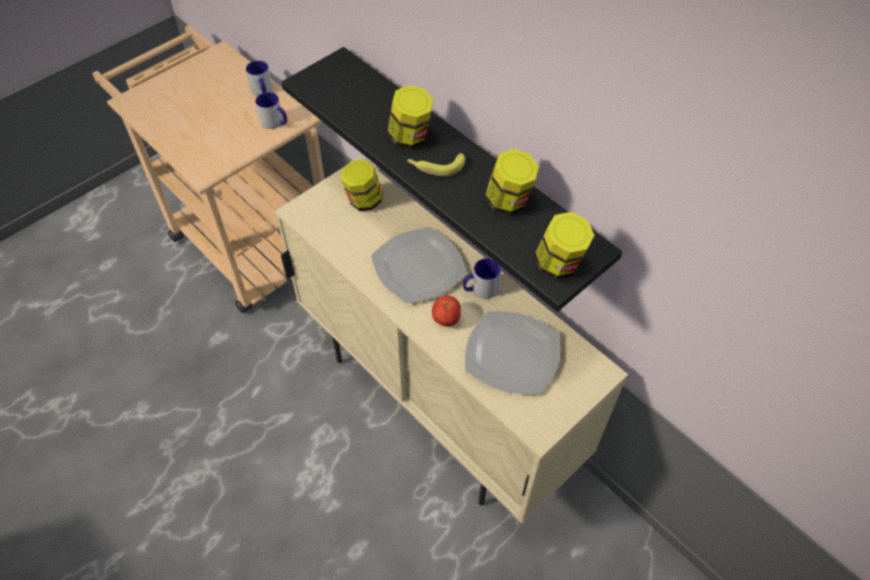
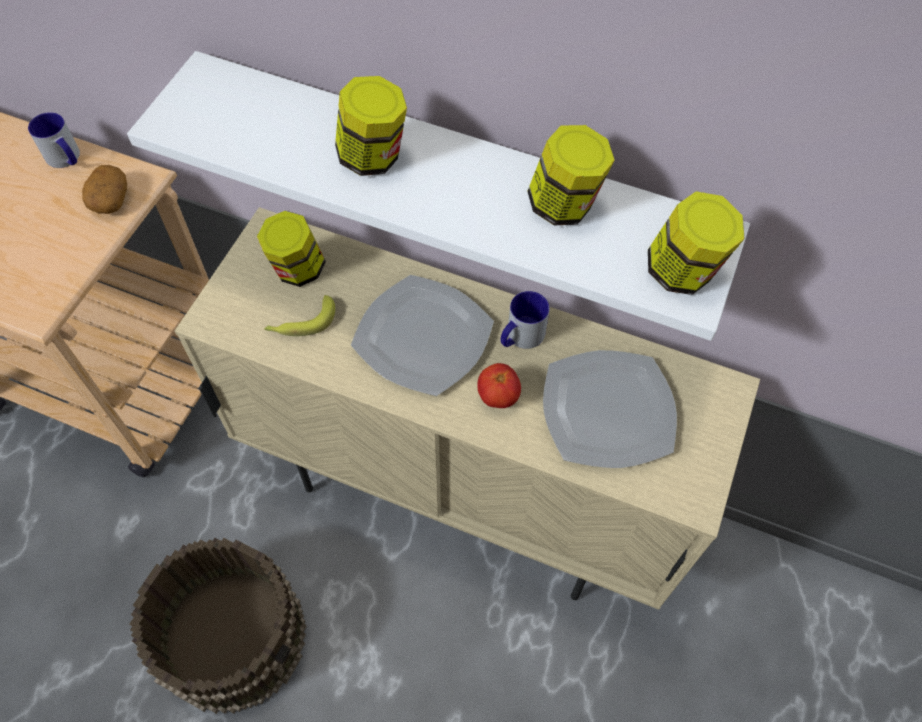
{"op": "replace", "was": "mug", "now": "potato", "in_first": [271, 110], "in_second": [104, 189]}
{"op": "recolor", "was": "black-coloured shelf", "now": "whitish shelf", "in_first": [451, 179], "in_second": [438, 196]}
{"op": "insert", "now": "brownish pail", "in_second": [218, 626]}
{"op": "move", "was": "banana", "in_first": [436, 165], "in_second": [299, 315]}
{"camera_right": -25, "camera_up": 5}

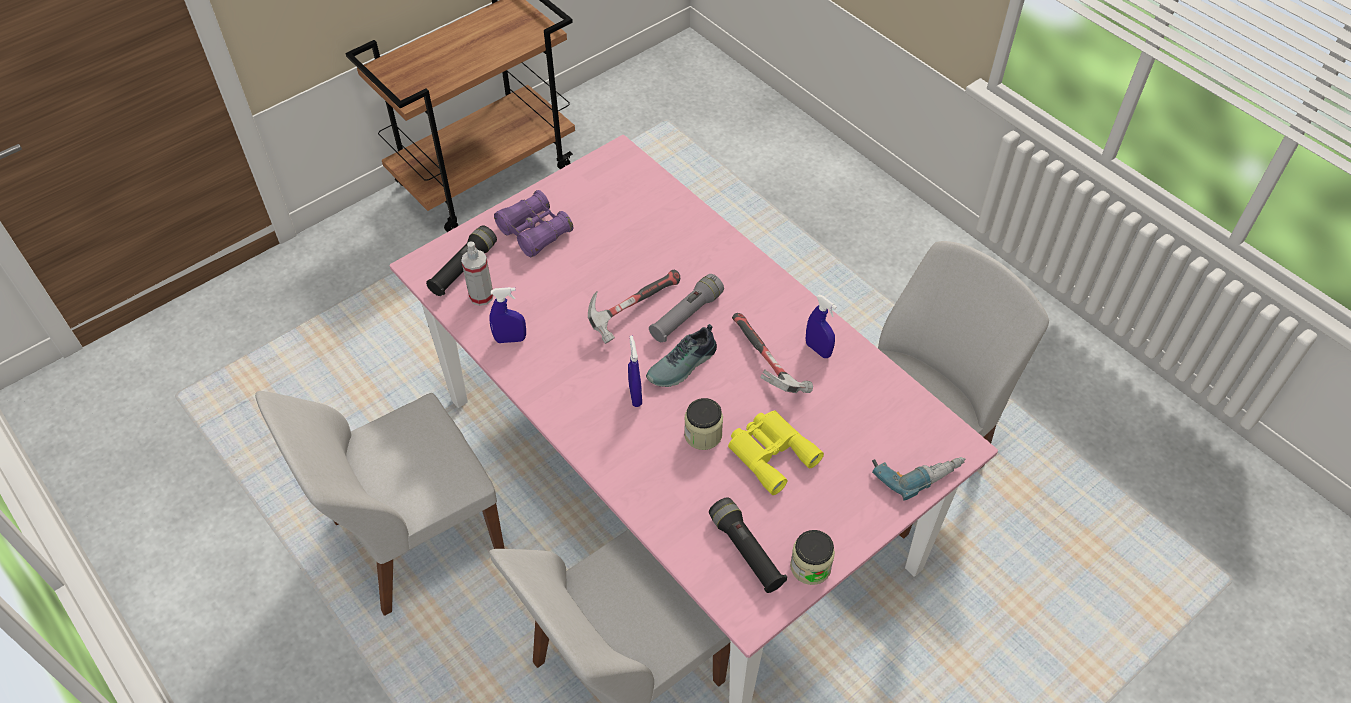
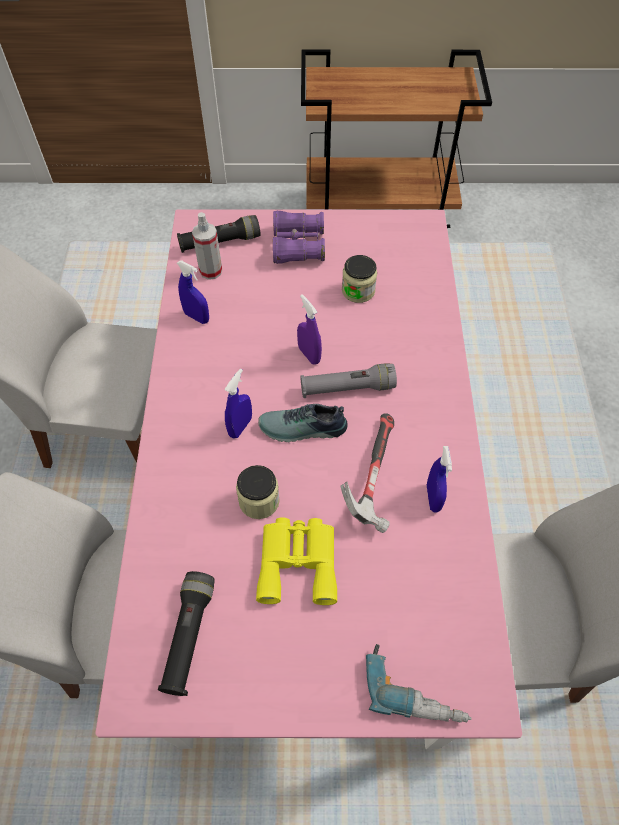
{"op": "replace", "was": "hand hammer", "now": "purple-coloured sprayer", "in_first": [634, 307], "in_second": [309, 329]}
{"op": "move", "was": "storage jar", "in_first": [812, 557], "in_second": [359, 279]}
{"camera_right": 40, "camera_up": 5}

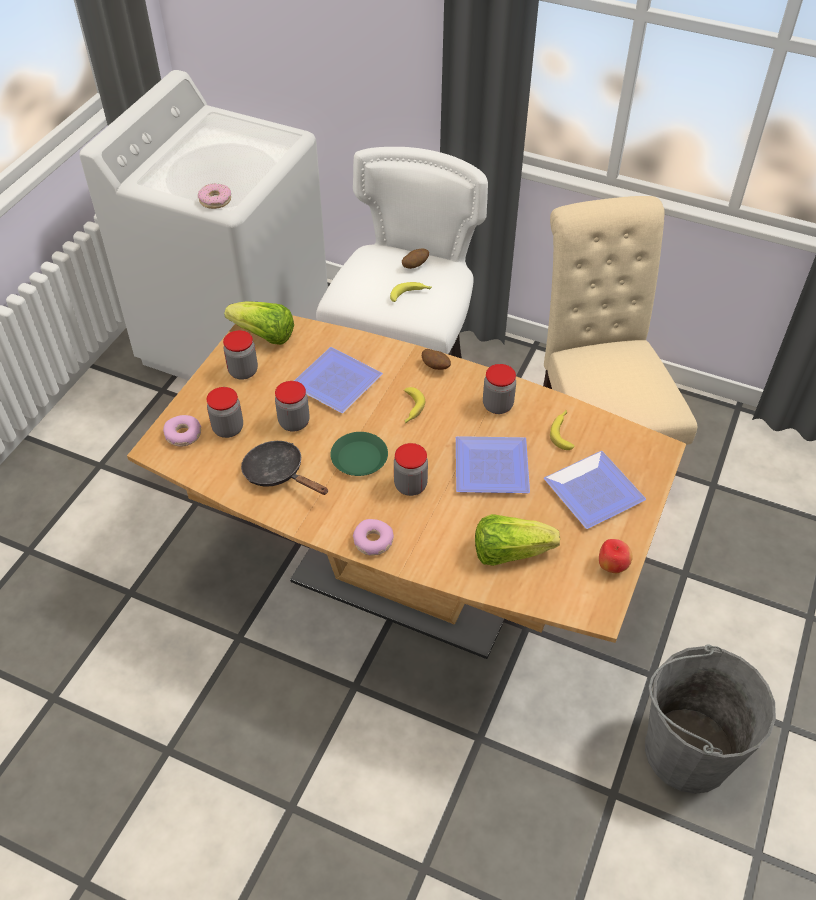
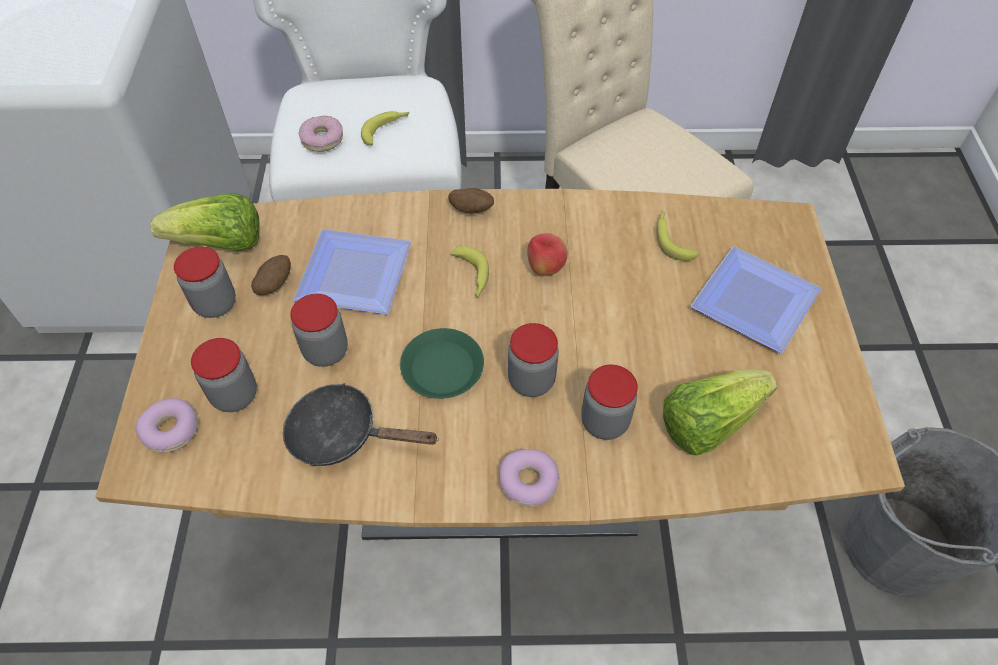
{"op": "move", "was": "potato", "in_first": [415, 258], "in_second": [271, 275]}
{"op": "move", "was": "doughnut", "in_first": [214, 196], "in_second": [321, 134]}
{"op": "move", "was": "whole apple", "in_first": [616, 556], "in_second": [547, 254]}
{"op": "move", "was": "storage jar", "in_first": [499, 389], "in_second": [609, 402]}
{"op": "delete", "was": "flat dish", "in_first": [493, 464]}
{"camera_right": -25, "camera_up": 5}

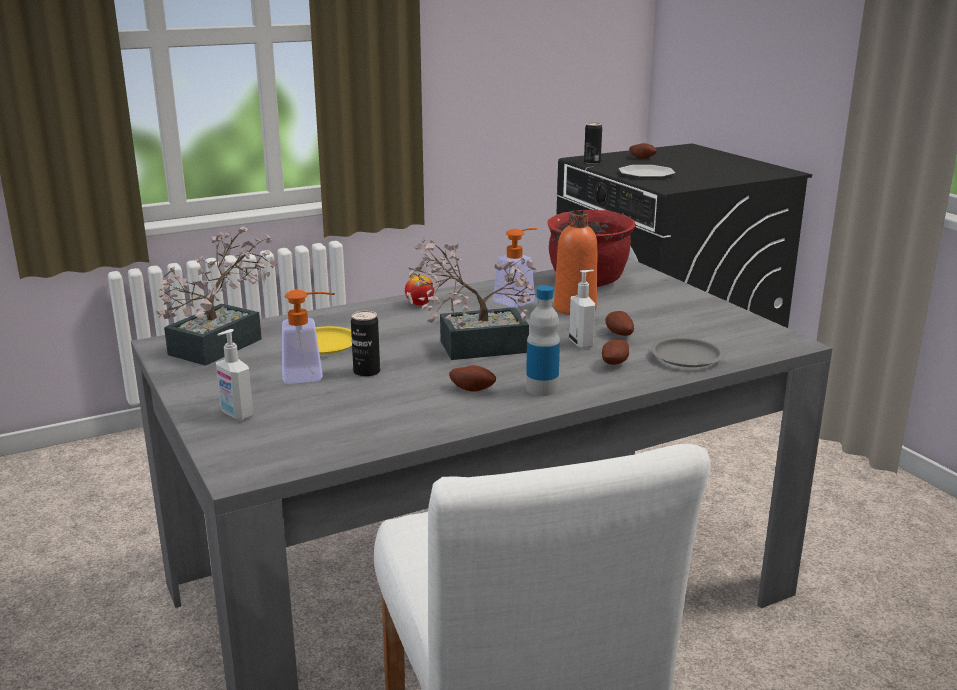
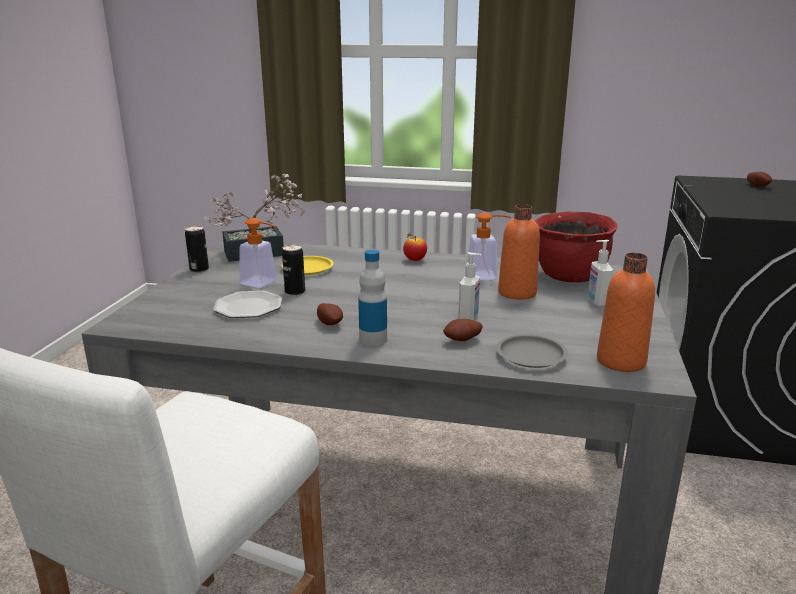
{"op": "move", "was": "metal can", "in_first": [593, 143], "in_second": [197, 249]}
{"op": "move", "was": "flat dish", "in_first": [647, 171], "in_second": [247, 304]}
{"op": "move", "was": "soap dispenser", "in_first": [235, 374], "in_second": [600, 273]}
{"op": "insert", "now": "orange-coloured drink bottle", "in_second": [626, 312]}
{"op": "delete", "was": "houseplant", "in_first": [471, 298]}
{"op": "delete", "was": "potato", "in_first": [619, 323]}
{"camera_right": 40, "camera_up": 0}

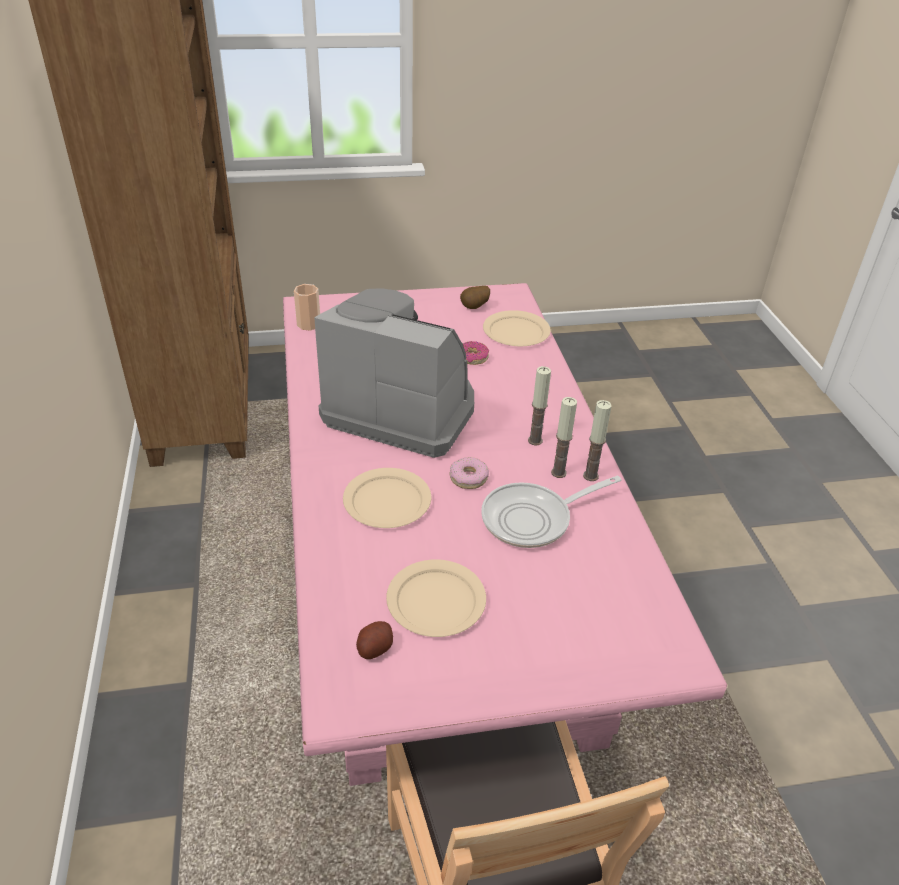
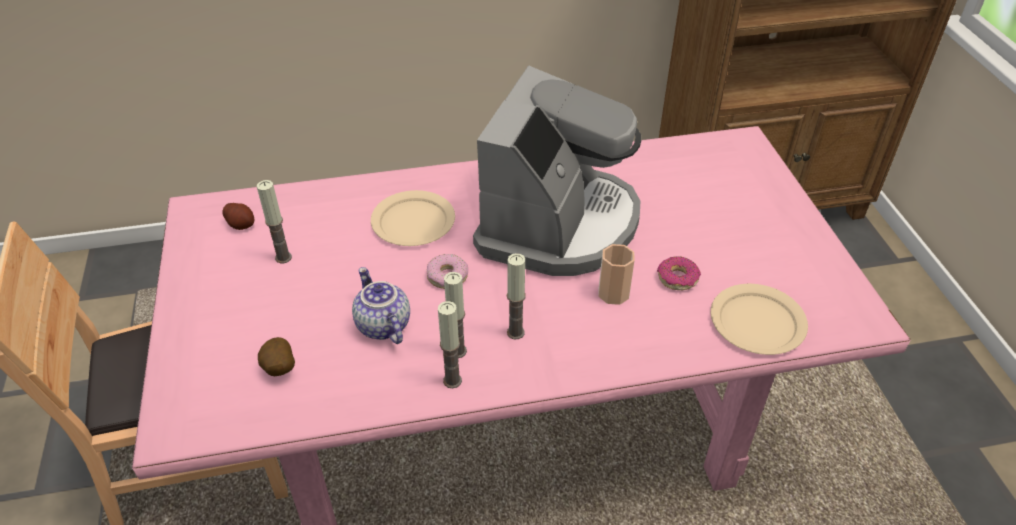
{"op": "replace", "was": "sand-coloured flat dish", "now": "candle", "in_first": [436, 598], "in_second": [274, 221]}
{"op": "move", "was": "potato", "in_first": [475, 297], "in_second": [276, 356]}
{"op": "replace", "was": "pan", "now": "pot for tea", "in_first": [551, 512], "in_second": [381, 305]}
{"op": "move", "was": "drinking cup", "in_first": [307, 307], "in_second": [616, 274]}
{"camera_right": 90, "camera_up": 5}

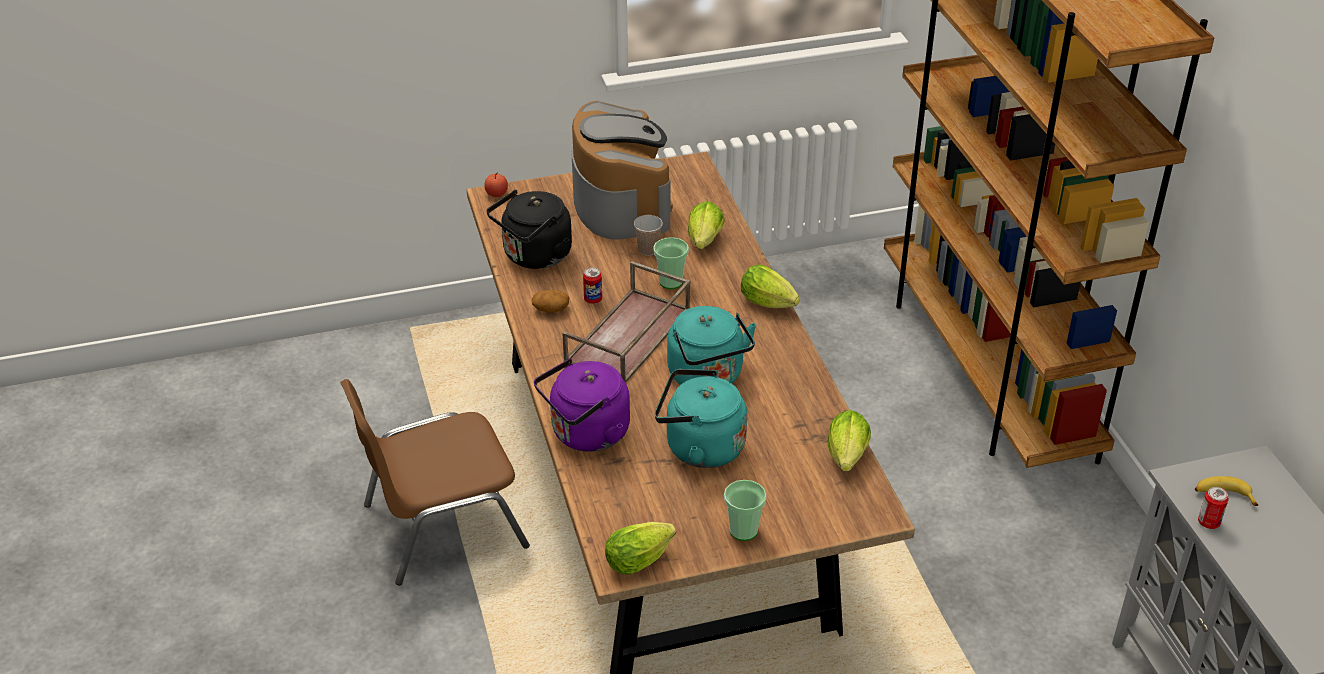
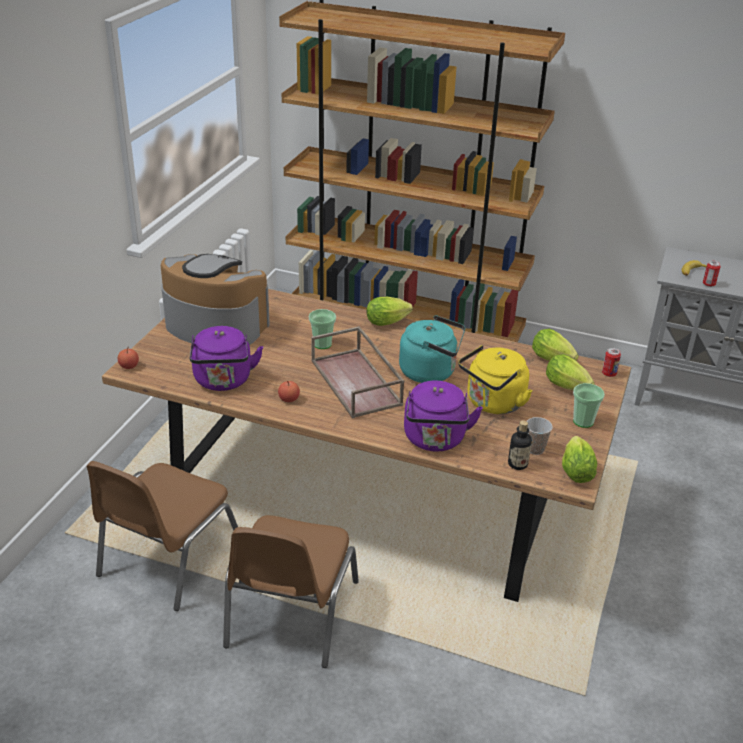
{"op": "insert", "now": "brownish upright chair", "in_second": [162, 536]}
{"op": "recolor", "was": "black-coloured tea kettle", "now": "purple-coloured tea kettle", "in_first": [529, 229], "in_second": [226, 358]}
{"op": "replace", "was": "potato", "now": "whole apple", "in_first": [550, 301], "in_second": [289, 391]}
{"op": "recolor", "was": "turquoise-coloured tea kettle", "now": "yellow-coloured tea kettle", "in_first": [701, 418], "in_second": [495, 379]}
{"op": "insert", "now": "drink bottle", "in_second": [520, 445]}
{"op": "move", "was": "drinking cup", "in_first": [648, 235], "in_second": [540, 436]}
{"op": "move", "was": "lettuce head", "in_first": [706, 225], "in_second": [570, 372]}
{"op": "move", "was": "metal can", "in_first": [592, 286], "in_second": [611, 362]}
{"camera_right": -55, "camera_up": -5}

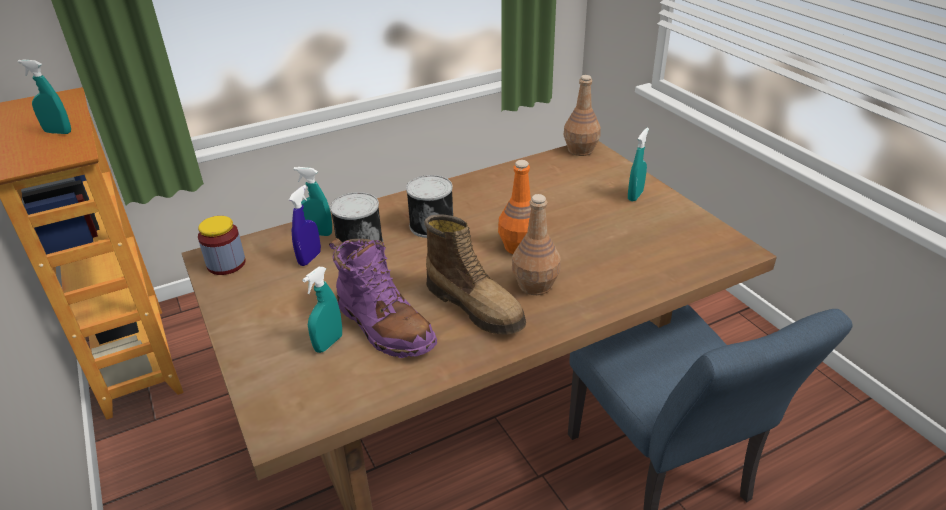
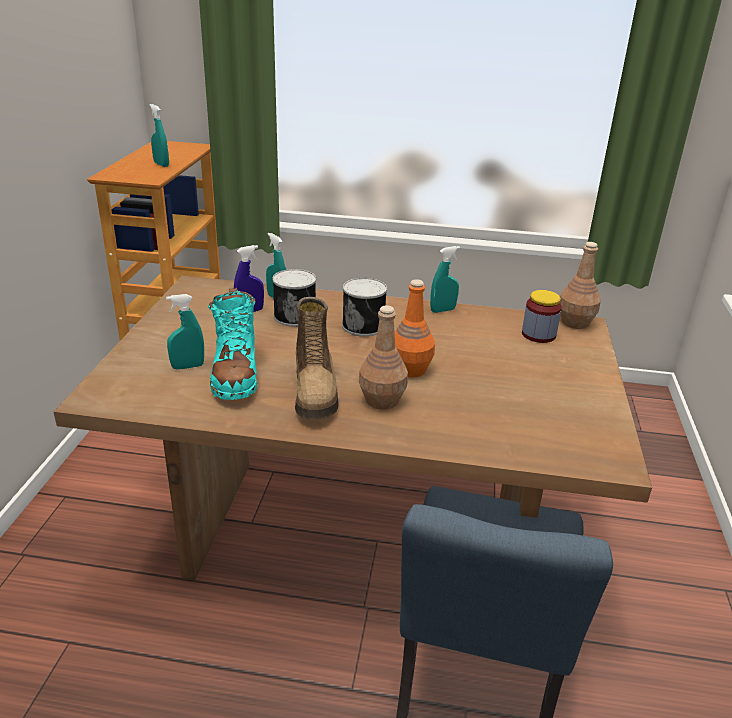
{"op": "recolor", "was": "purple-coloured boot", "now": "turquoise-coloured boot", "in_first": [383, 298], "in_second": [232, 343]}
{"op": "move", "was": "turquoise-coloured sprayer", "in_first": [638, 164], "in_second": [445, 279]}
{"op": "move", "was": "storage jar", "in_first": [222, 245], "in_second": [542, 316]}
{"camera_right": 35, "camera_up": -5}

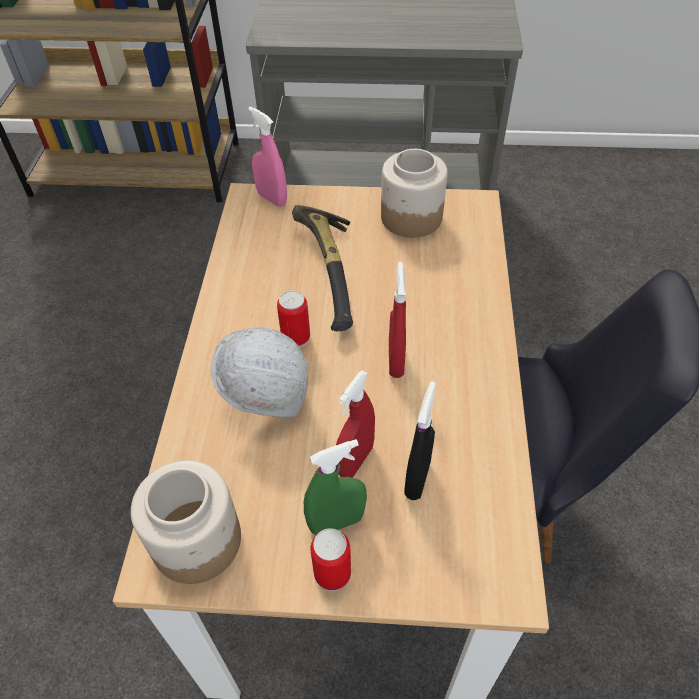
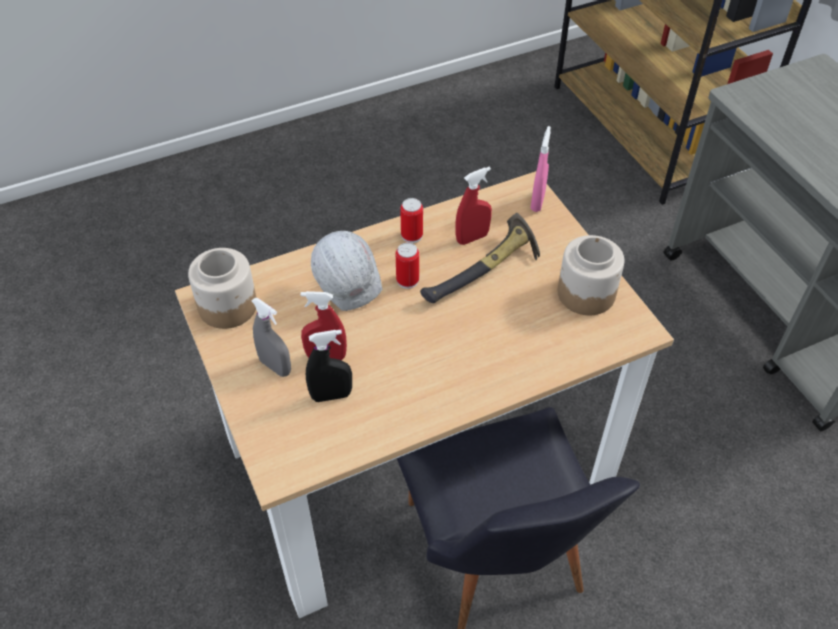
{"op": "recolor", "was": "greenish sprayer", "now": "gray sprayer", "in_first": [335, 487], "in_second": [271, 337]}
{"op": "move", "was": "metal can", "in_first": [330, 559], "in_second": [411, 220]}
{"op": "move", "was": "red sprayer", "in_first": [397, 319], "in_second": [473, 206]}
{"camera_right": 60, "camera_up": 0}

